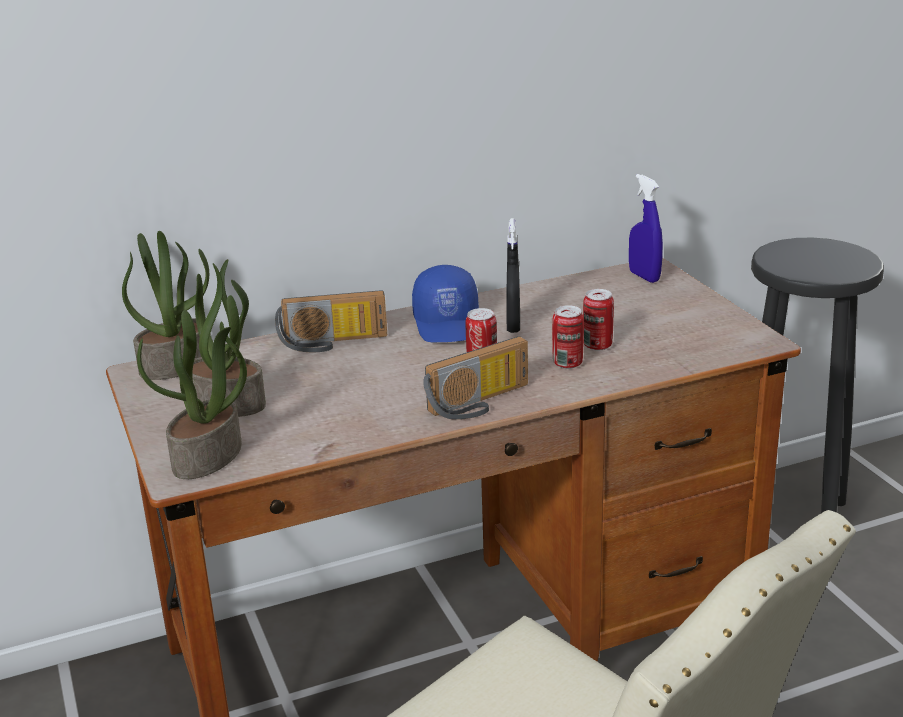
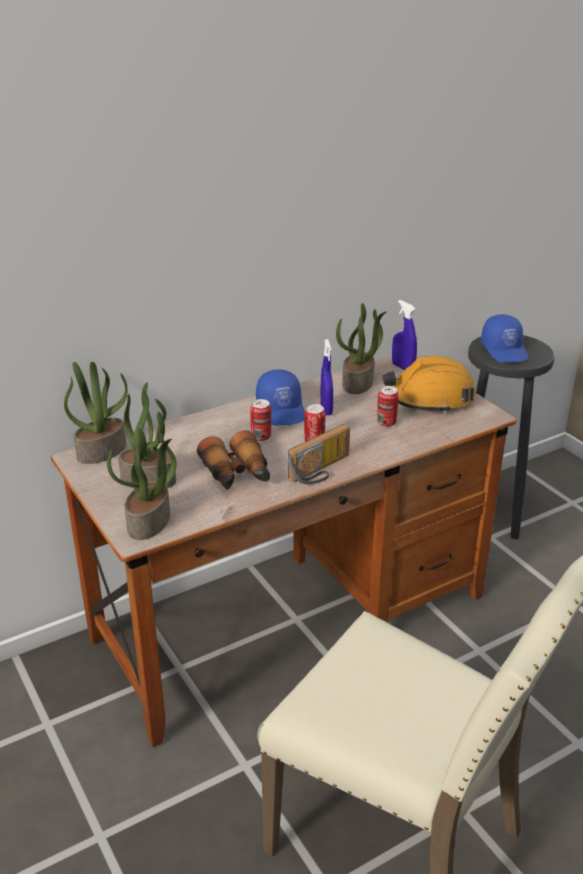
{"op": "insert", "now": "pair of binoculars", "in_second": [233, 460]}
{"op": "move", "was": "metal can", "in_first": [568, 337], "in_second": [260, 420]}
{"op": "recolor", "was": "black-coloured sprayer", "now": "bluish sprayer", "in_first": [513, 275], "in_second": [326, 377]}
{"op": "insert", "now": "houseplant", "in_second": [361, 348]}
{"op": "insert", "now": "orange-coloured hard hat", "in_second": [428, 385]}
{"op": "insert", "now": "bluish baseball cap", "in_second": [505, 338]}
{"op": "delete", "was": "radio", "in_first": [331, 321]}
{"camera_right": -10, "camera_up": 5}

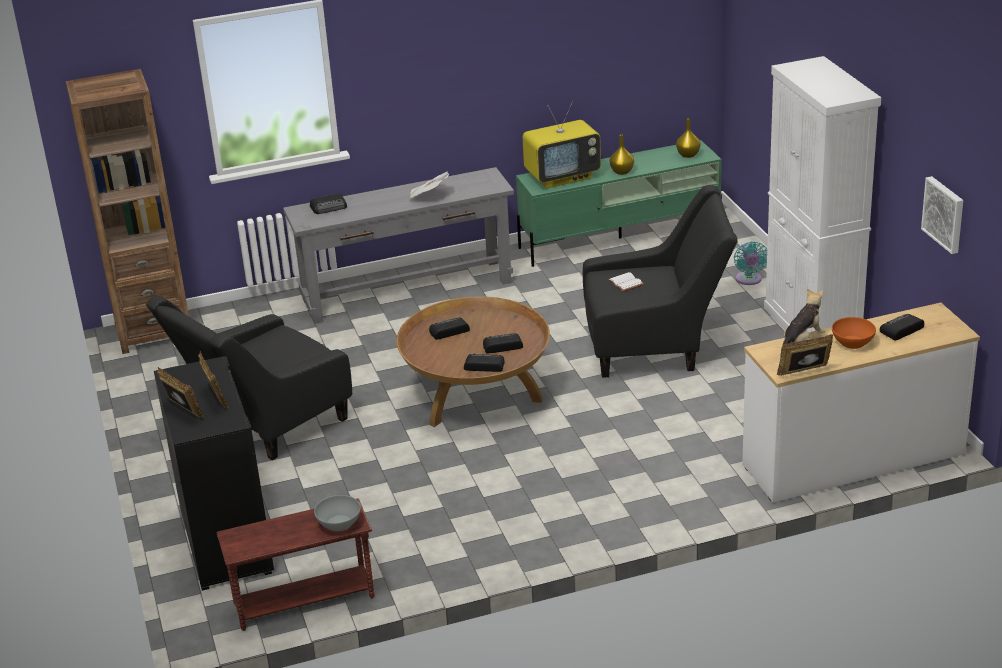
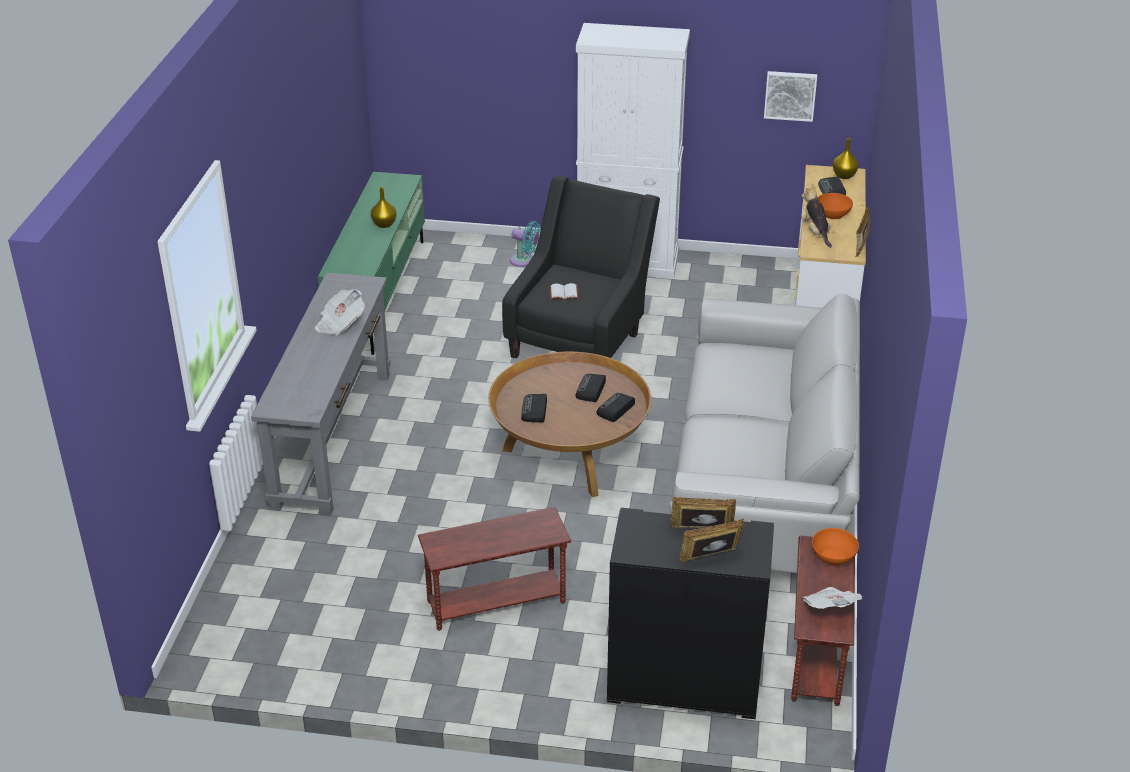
{"op": "replace", "was": "black-coloured armchair", "now": "brownish accent table", "in_first": [249, 378], "in_second": [494, 569]}
{"op": "insert", "now": "gray sofa", "in_second": [764, 433]}
{"op": "insert", "now": "printed paper", "in_second": [833, 598]}
{"op": "recolor", "was": "gray bowl", "now": "orange-coloured bowl", "in_first": [337, 513], "in_second": [835, 547]}
{"op": "move", "was": "yellow-coloured flower vase", "in_first": [688, 138], "in_second": [846, 158]}
{"op": "delete", "was": "brownish bookcase", "in_first": [127, 211]}
{"op": "delete", "was": "radio", "in_first": [328, 203]}
{"op": "delete", "was": "TV set", "in_first": [561, 144]}
{"camera_right": -65, "camera_up": 5}

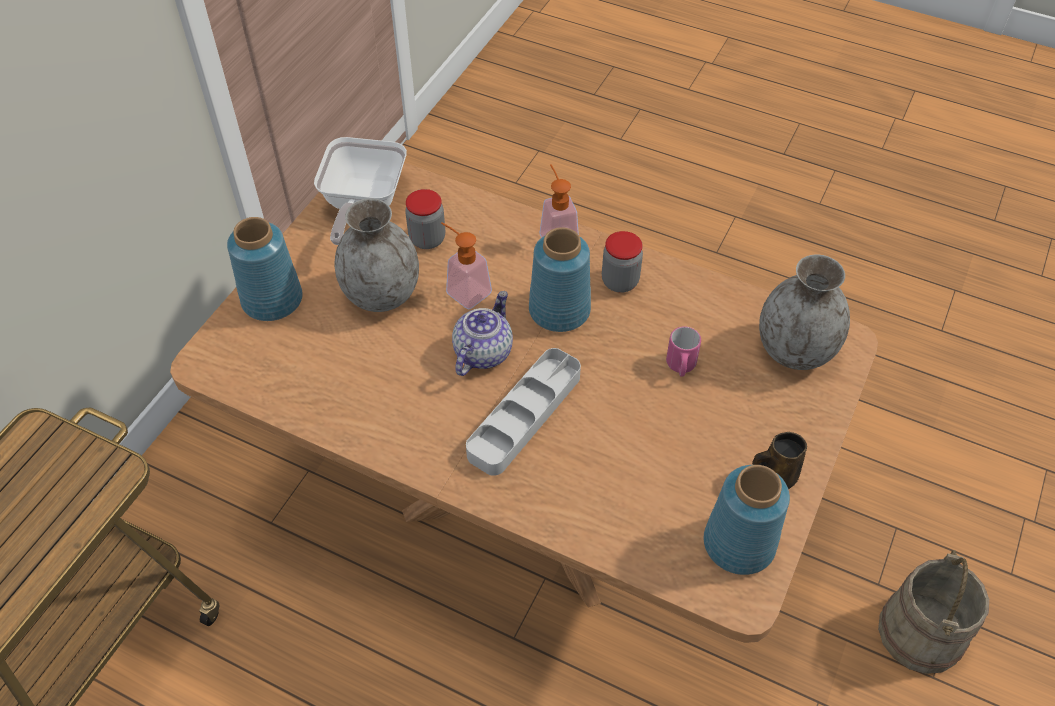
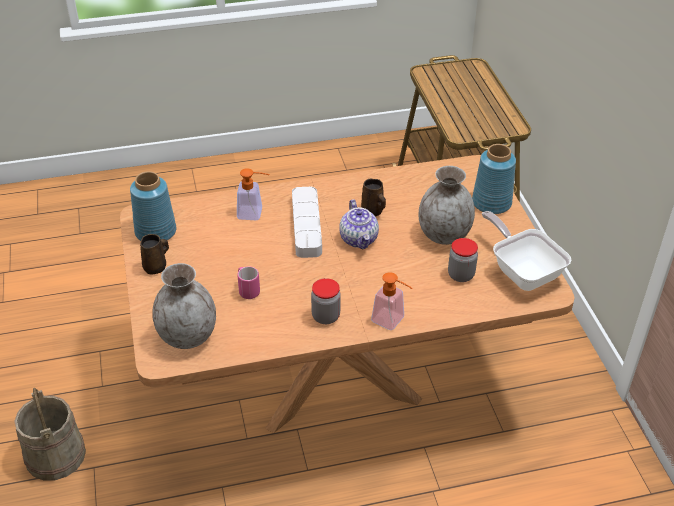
{"op": "move", "was": "soap dispenser", "in_first": [466, 265], "in_second": [253, 194]}
{"op": "insert", "now": "brownish mug", "in_second": [373, 198]}
{"op": "delete", "was": "bluish flower vase", "in_first": [560, 279]}
{"camera_right": 140, "camera_up": -10}

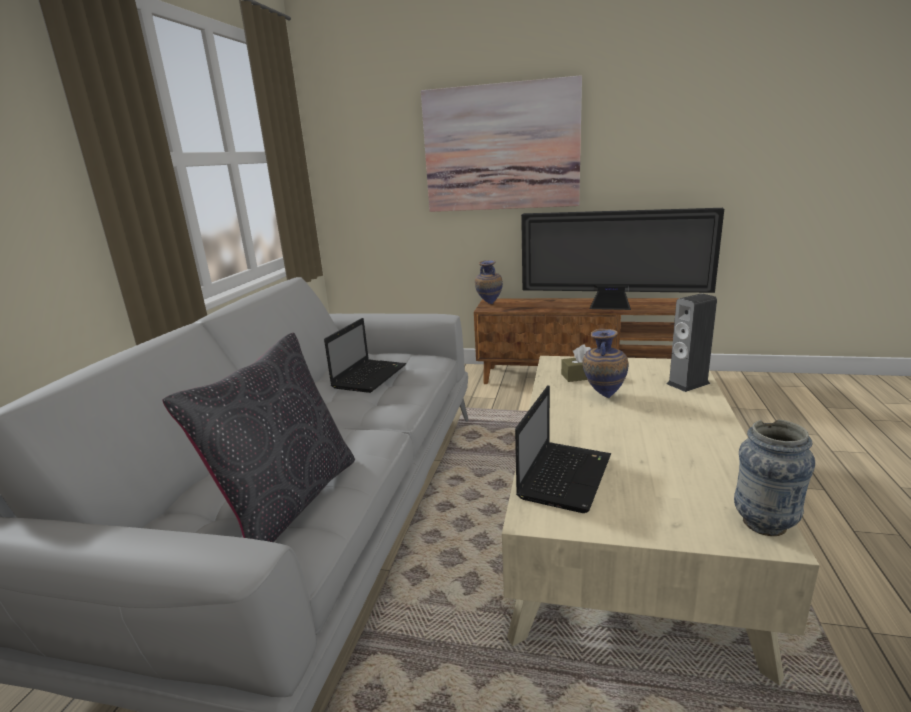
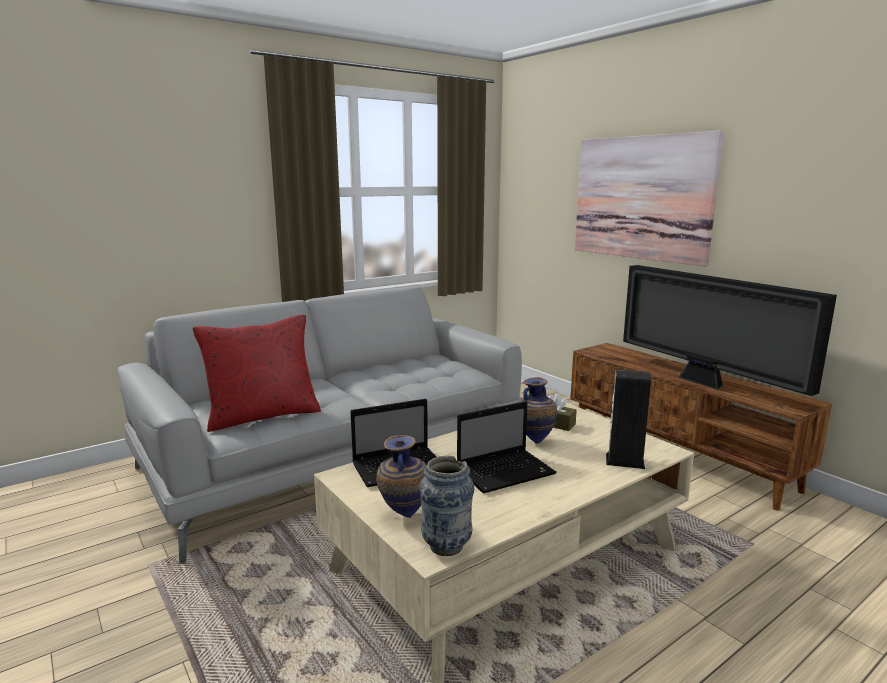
{"op": "recolor", "was": "black-coloured throw pillow", "now": "red throw pillow", "in_first": [258, 437], "in_second": [257, 373]}
{"op": "move", "was": "flower vase", "in_first": [489, 282], "in_second": [401, 476]}
{"op": "move", "was": "notebook computer", "in_first": [365, 355], "in_second": [507, 447]}
{"camera_right": 40, "camera_up": -5}

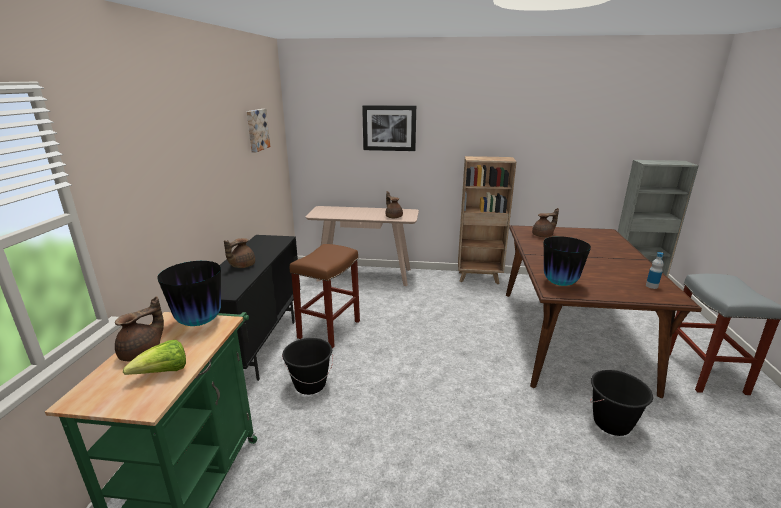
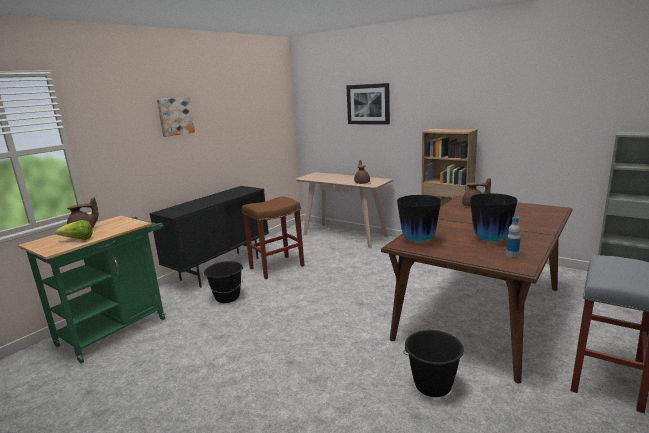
{"op": "move", "was": "wall picture", "in_first": [258, 131], "in_second": [176, 117]}
{"op": "move", "was": "flower vase", "in_first": [189, 293], "in_second": [494, 217]}
{"op": "delete", "was": "brownish pot for tea", "in_first": [239, 253]}
{"camera_right": 30, "camera_up": -5}

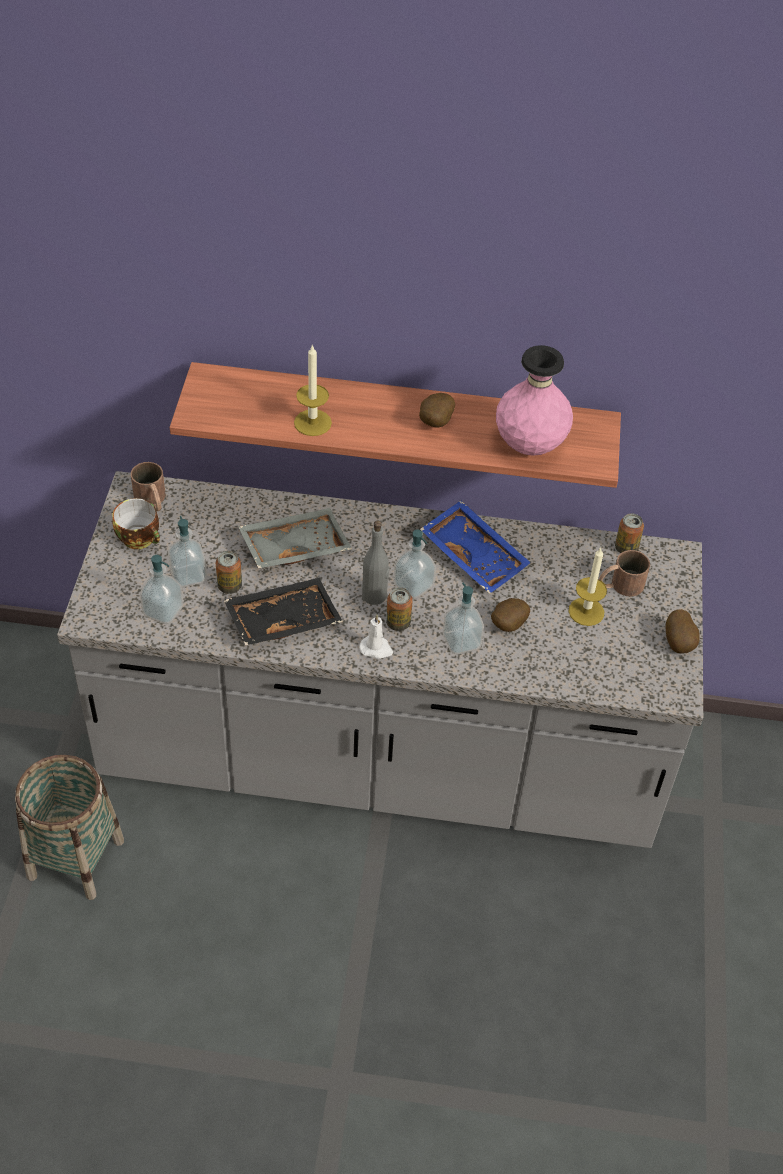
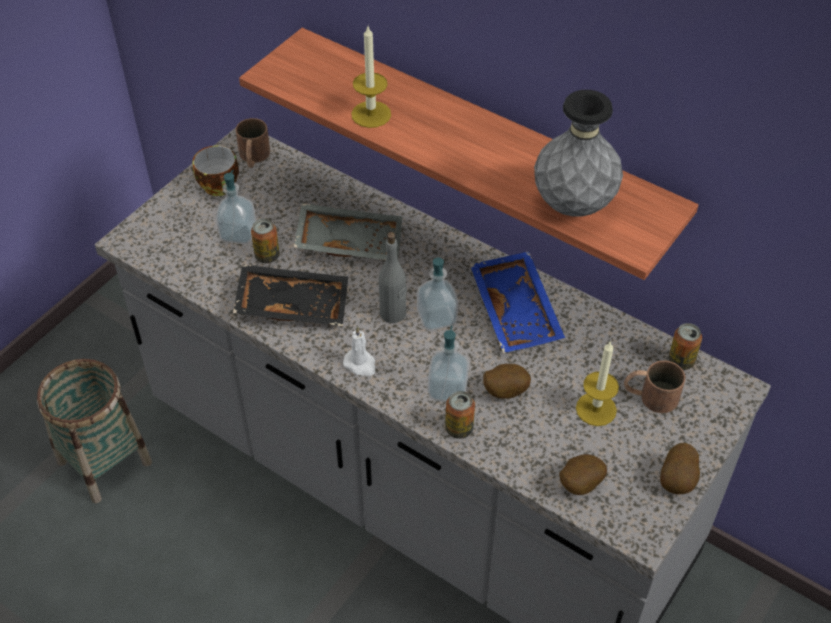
{"op": "move", "was": "metal can", "in_first": [399, 609], "in_second": [460, 415]}
{"op": "recolor", "was": "pinkish flower vase", "now": "gray flower vase", "in_first": [534, 400], "in_second": [578, 153]}
{"op": "move", "was": "potato", "in_first": [437, 410], "in_second": [583, 474]}
{"op": "delete", "was": "soap dispenser", "in_first": [161, 589]}
{"camera_right": 30, "camera_up": 0}

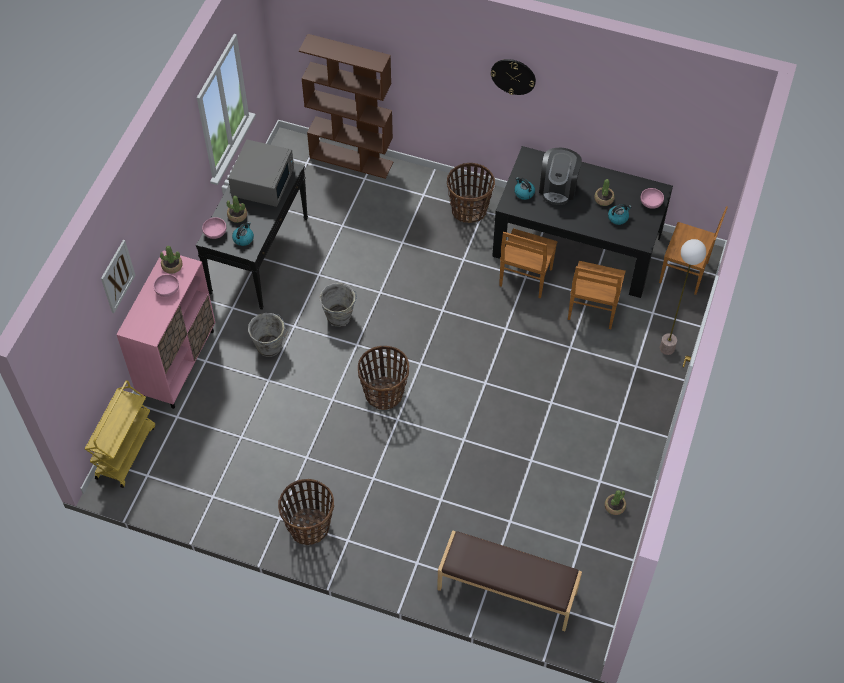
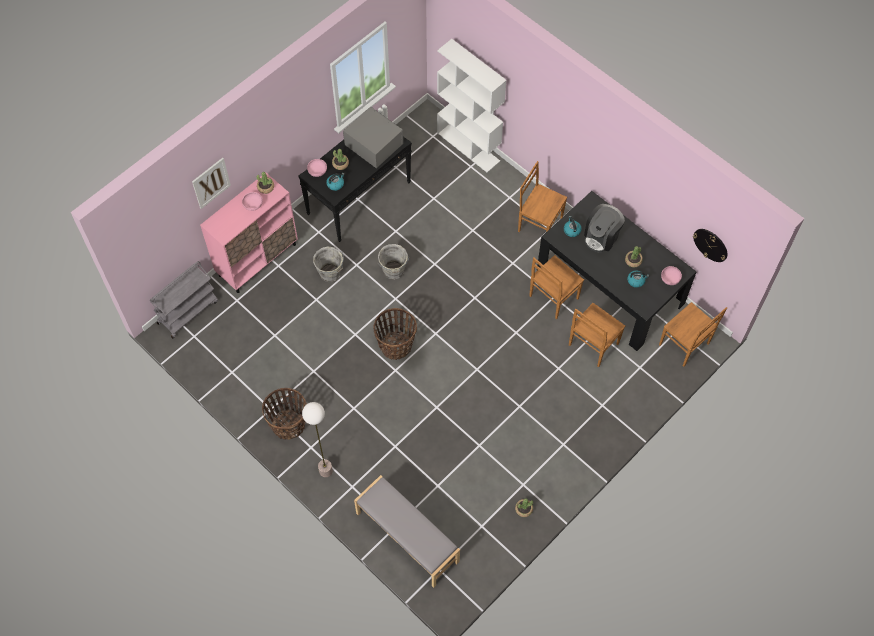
{"op": "recolor", "was": "yellow-coloured wheeled cart", "now": "gray wheeled cart", "in_first": [120, 434], "in_second": [183, 299]}
{"op": "move", "was": "standard lamp", "in_first": [683, 297], "in_second": [317, 439]}
{"op": "rotate", "was": "gray microwave oven", "in_first": [261, 173], "in_second": [373, 137], "clockwise": -90}
{"op": "recolor", "was": "brownish bench", "now": "gray bench", "in_first": [509, 580], "in_second": [407, 531]}
{"op": "recolor", "was": "brownish bookcase", "now": "whitish bookcase", "in_first": [346, 106], "in_second": [472, 106]}
{"op": "replace", "was": "storage basket", "now": "brownish upright chair", "in_first": [471, 193], "in_second": [542, 196]}
{"op": "move", "was": "wall clock", "in_first": [513, 77], "in_second": [710, 245]}
{"camera_right": 25, "camera_up": 5}

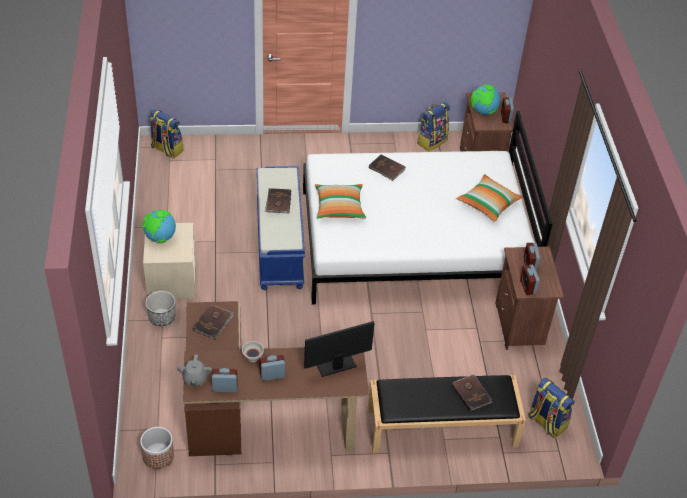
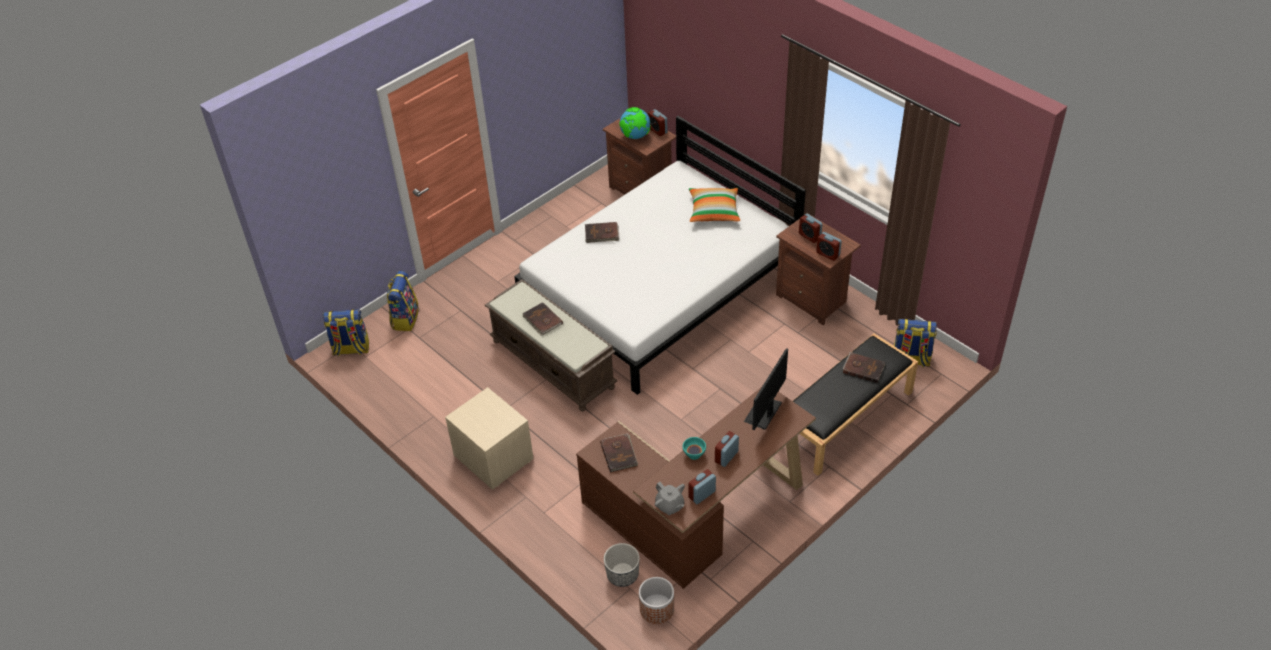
{"op": "move", "was": "rucksack", "in_first": [434, 126], "in_second": [403, 301]}
{"op": "recolor", "was": "bluish bench", "now": "brownish bench", "in_first": [281, 228], "in_second": [551, 345]}
{"op": "move", "was": "flower pot", "in_first": [160, 308], "in_second": [622, 565]}
{"op": "recolor", "was": "whitish bowl", "now": "turquoise-coloured bowl", "in_first": [253, 351], "in_second": [694, 448]}
{"op": "delete", "was": "world globe", "in_first": [159, 226]}
{"op": "delete", "was": "throw pillow", "in_first": [340, 201]}
{"camera_right": -35, "camera_up": 0}

